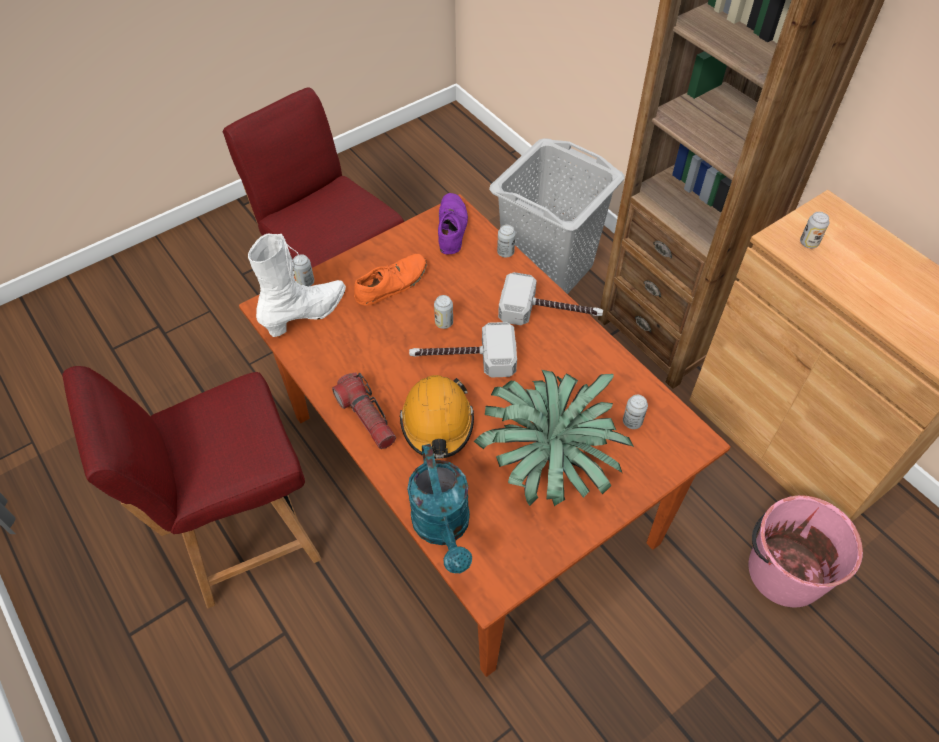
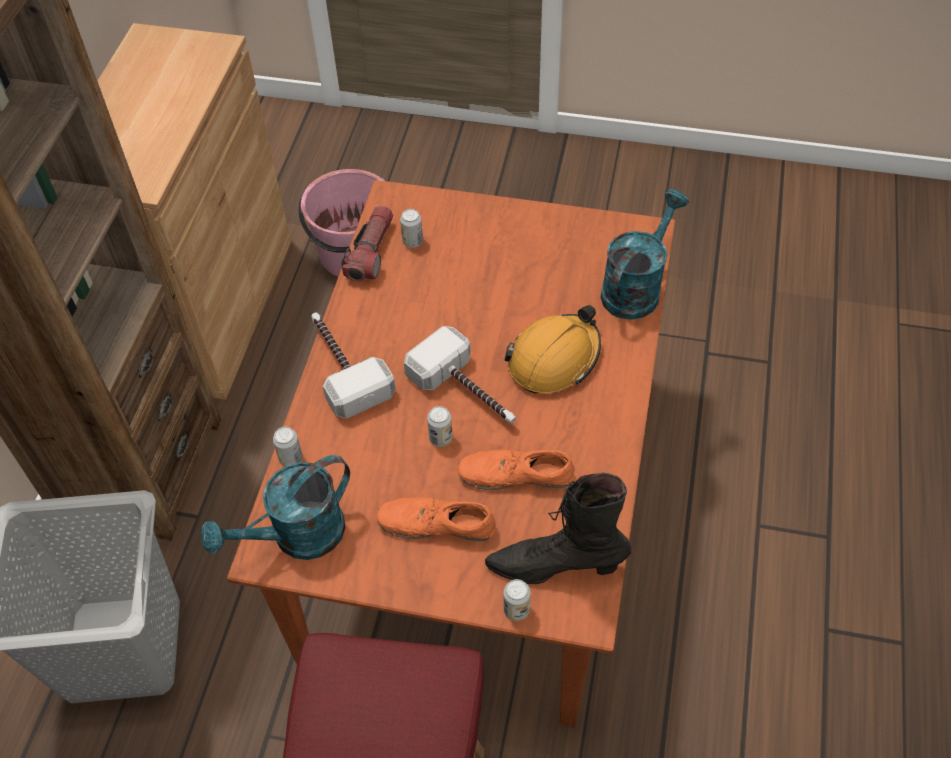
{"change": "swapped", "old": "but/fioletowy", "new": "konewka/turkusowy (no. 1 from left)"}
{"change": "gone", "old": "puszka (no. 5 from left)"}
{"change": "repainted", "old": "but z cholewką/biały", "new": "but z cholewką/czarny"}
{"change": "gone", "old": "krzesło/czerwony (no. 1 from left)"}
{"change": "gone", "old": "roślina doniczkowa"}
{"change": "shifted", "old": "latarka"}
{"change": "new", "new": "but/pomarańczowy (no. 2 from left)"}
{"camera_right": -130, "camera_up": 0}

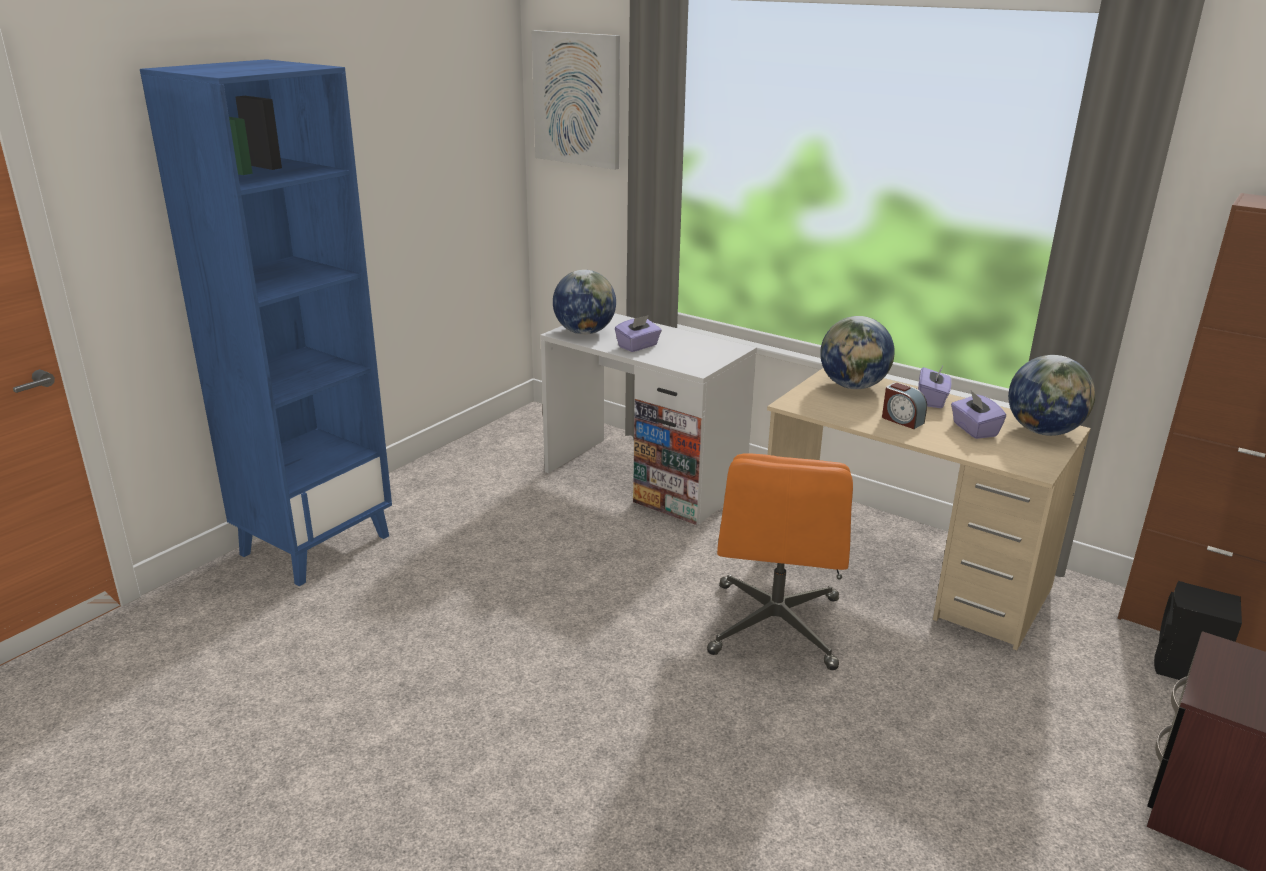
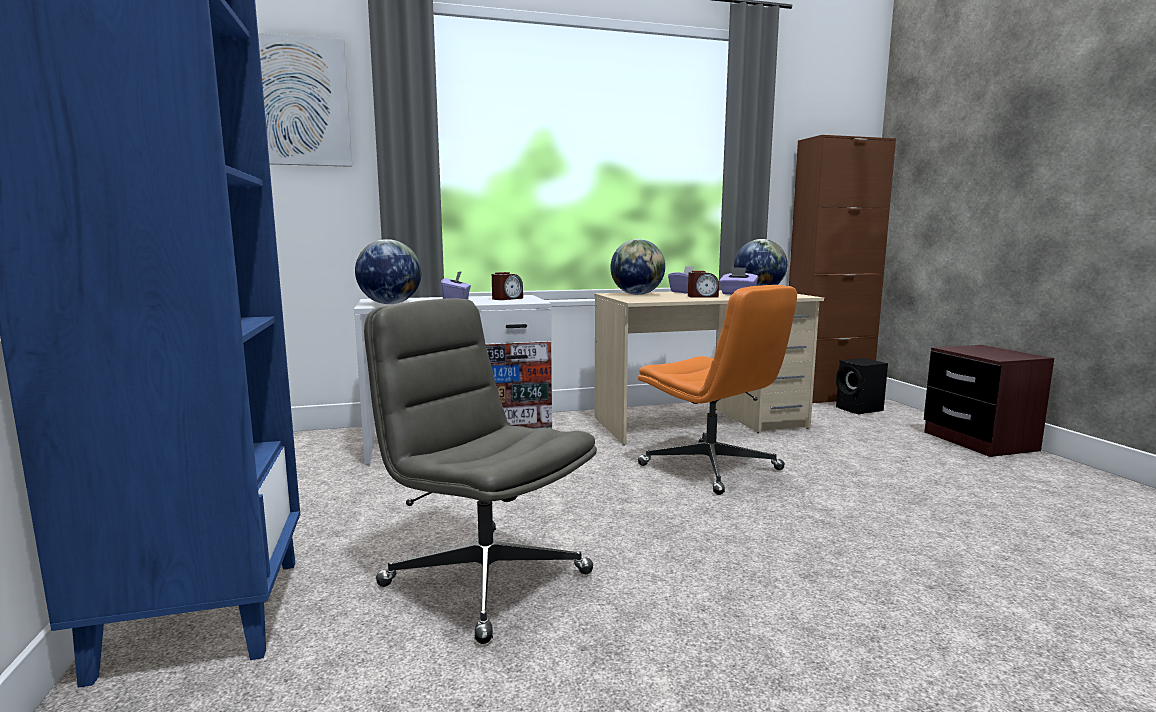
{"change": "new", "new": "budzik (no. 1 from left)"}
{"change": "new", "new": "krzesło biurowe/szary"}
{"camera_right": -50, "camera_up": -15}

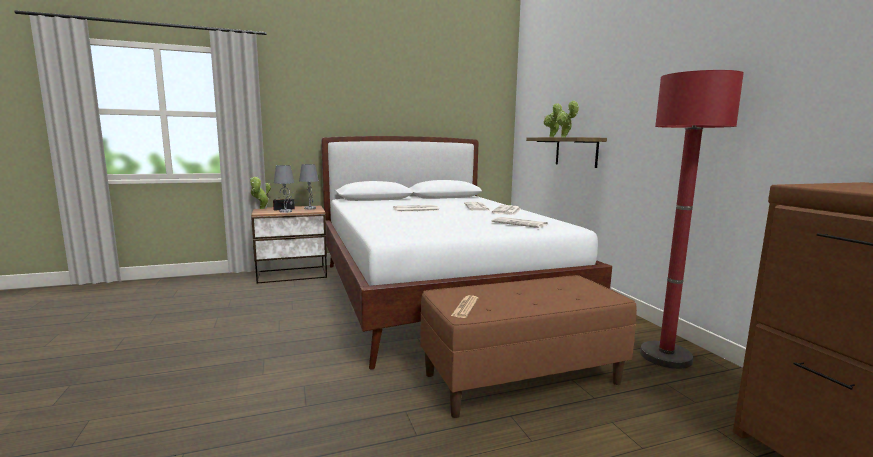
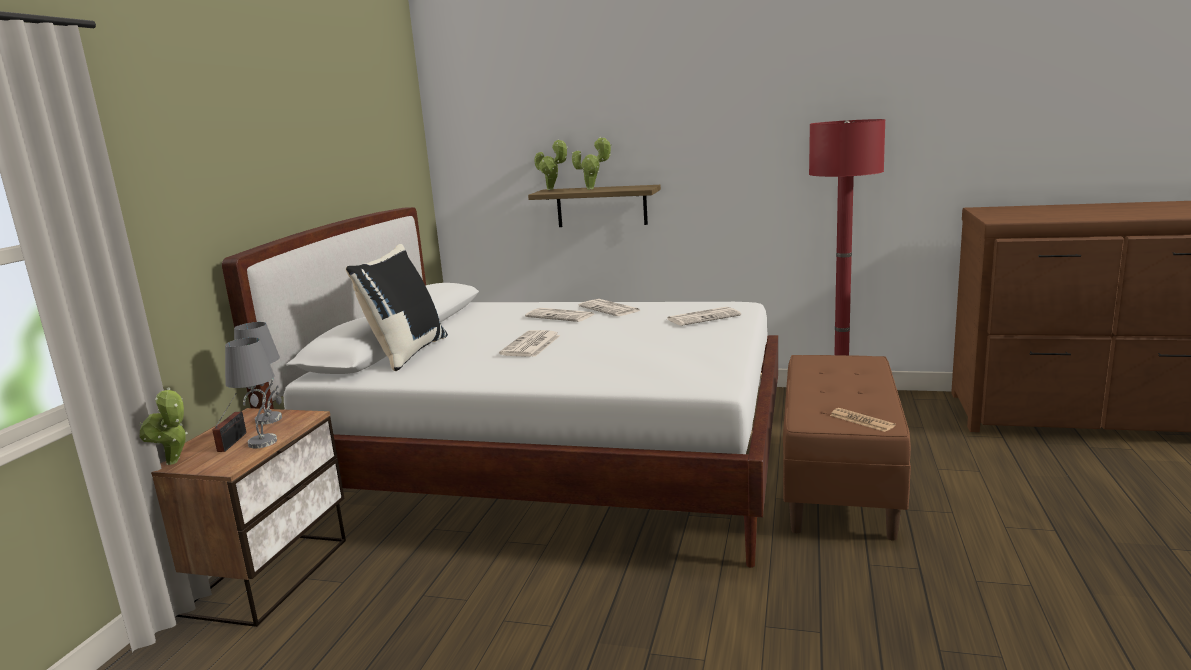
{"change": "new", "new": "poduszka/czarny"}
{"camera_right": -55, "camera_up": 5}

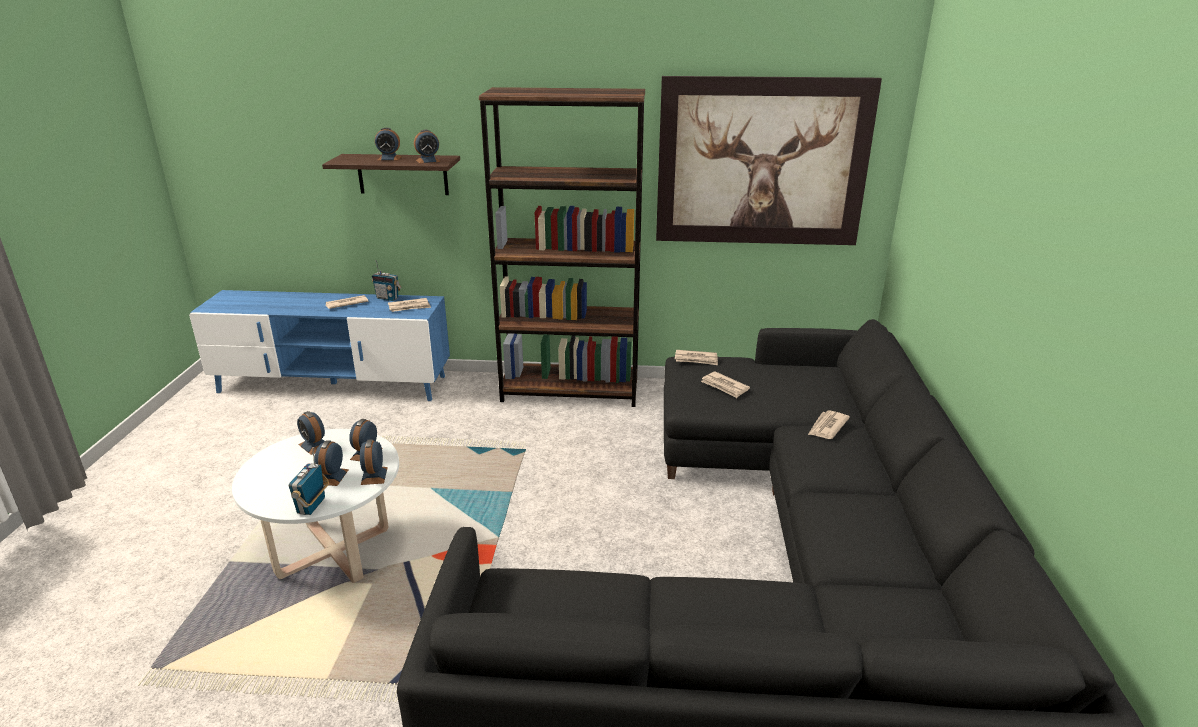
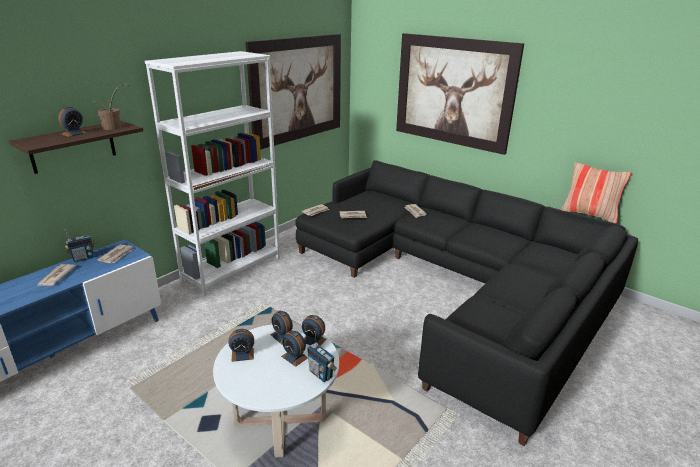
{"change": "repainted", "old": "regał/brązowy", "new": "regał/biały"}
{"change": "swapped", "old": "budzik (no. 6 from left)", "new": "roślina doniczkowa"}
{"change": "new", "new": "obraz (no. 2 from left)"}
{"change": "new", "new": "poduszka"}
{"camera_right": -55, "camera_up": 0}

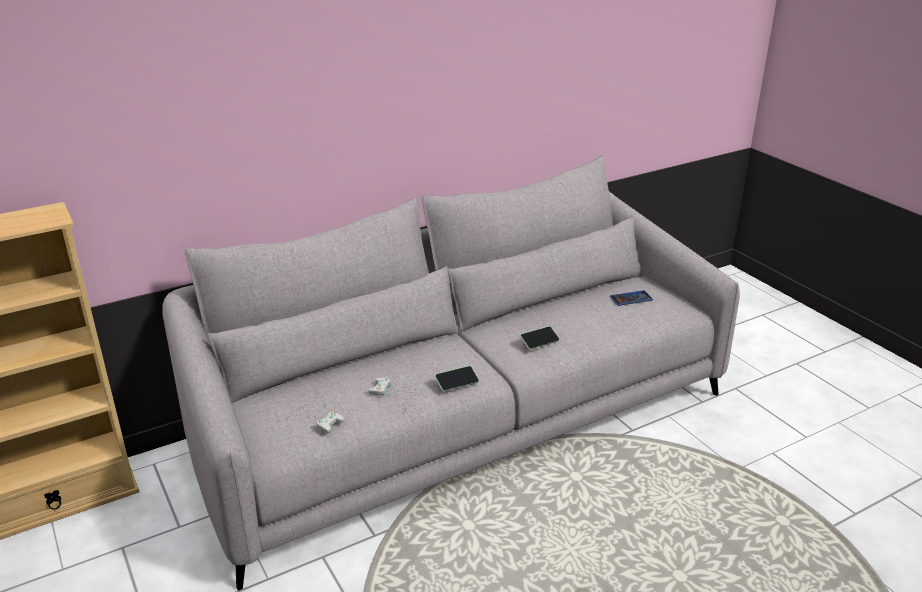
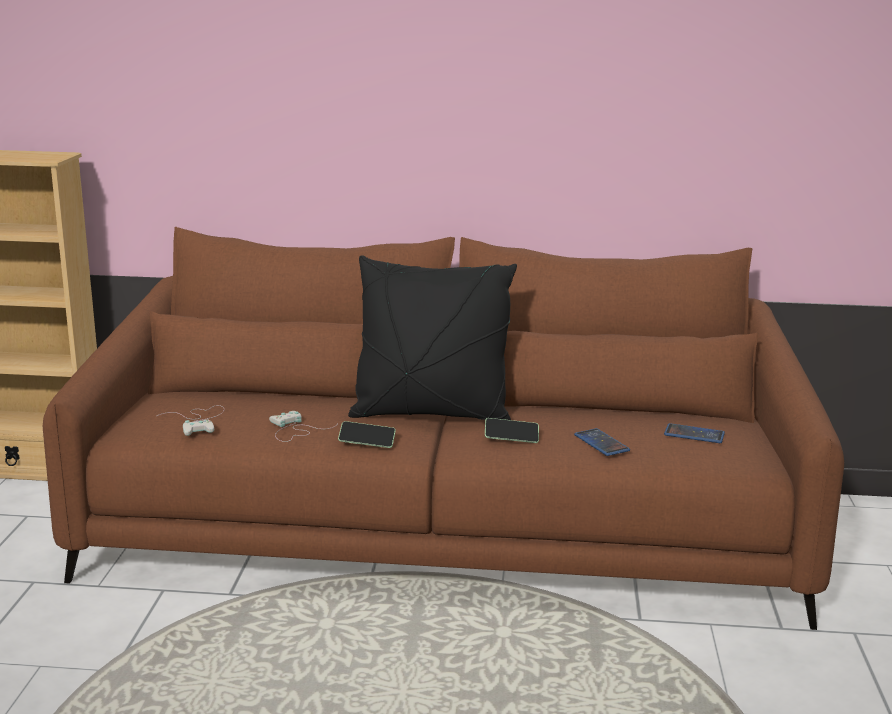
{"change": "repainted", "old": "kanapa/szary", "new": "kanapa/brązowy"}
{"change": "new", "new": "poduszka/czarny"}
{"change": "new", "new": "telefon (no. 3 from left)"}
{"camera_right": 35, "camera_up": -10}

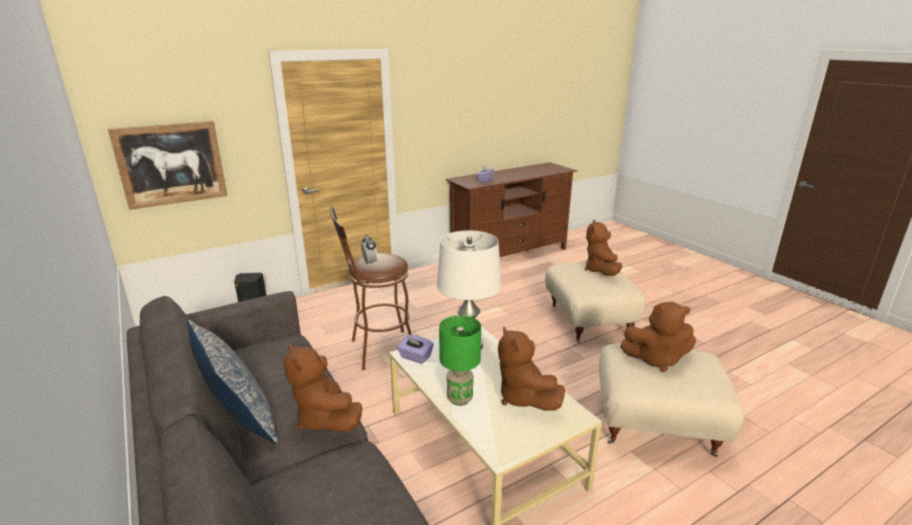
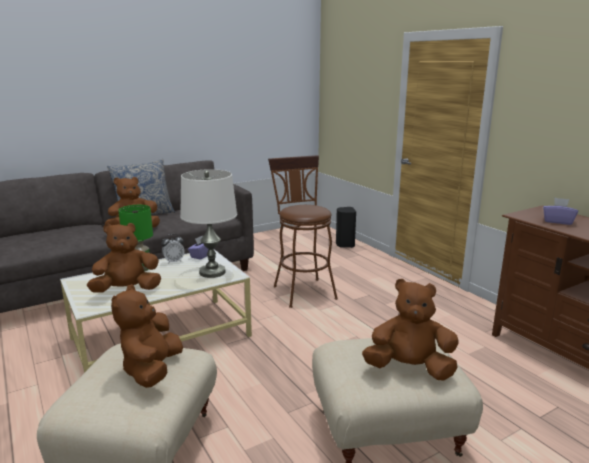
{"change": "gone", "old": "obraz"}
{"change": "shifted", "old": "budzik"}
{"camera_right": 90, "camera_up": -5}

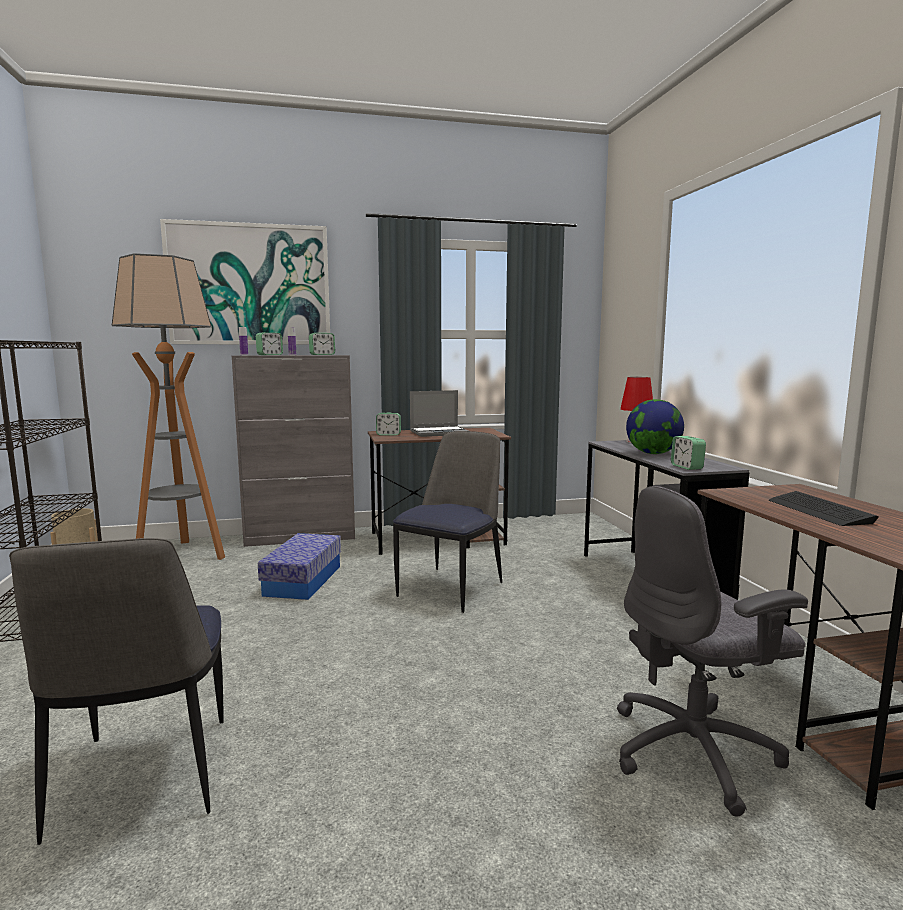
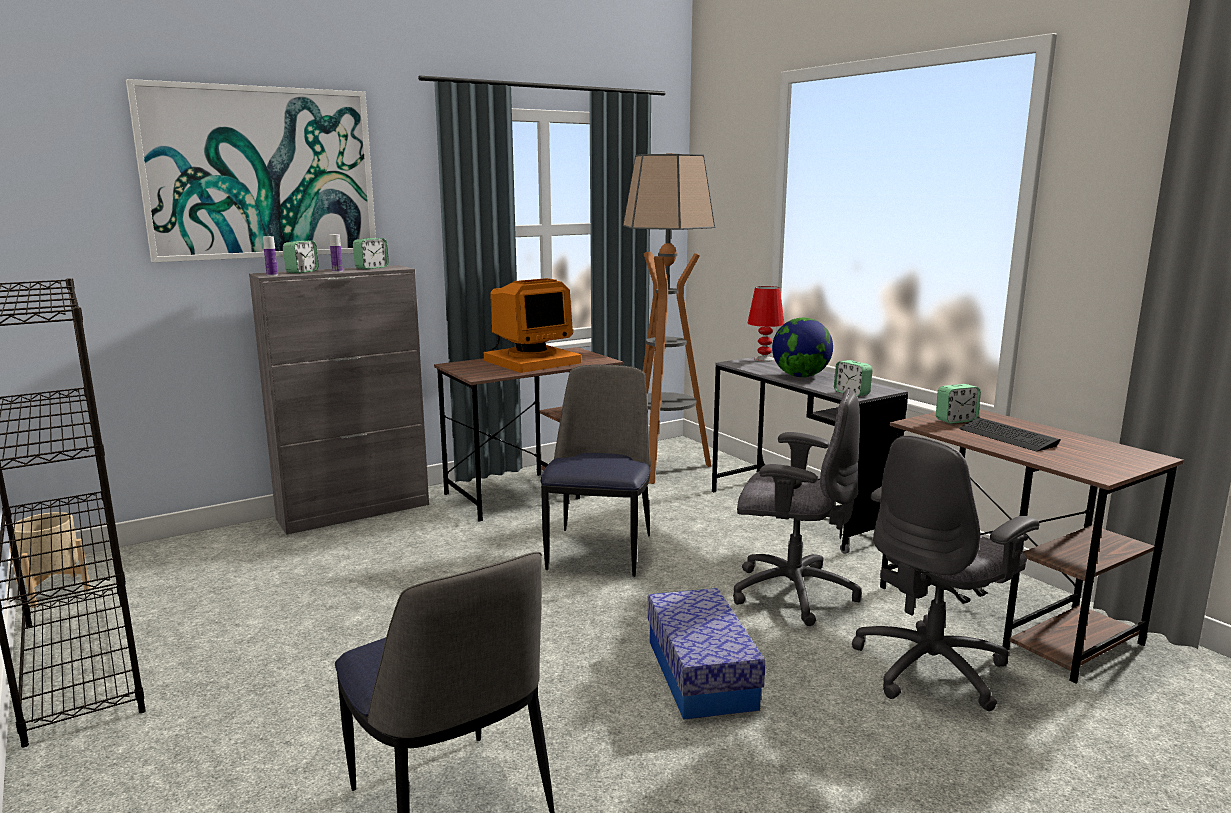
{"change": "shifted", "old": "lampa stojąca"}
{"change": "swapped", "old": "laptop", "new": "monitor"}
{"change": "shifted", "old": "budzik (no. 3 from left in the first image)", "new": "budzik (no. 4 from left)"}
{"change": "shifted", "old": "pojemnik do przechowywania"}
{"change": "new", "new": "krzesło biurowe/szary (no. 1 from left)"}
{"camera_right": -20, "camera_up": 5}

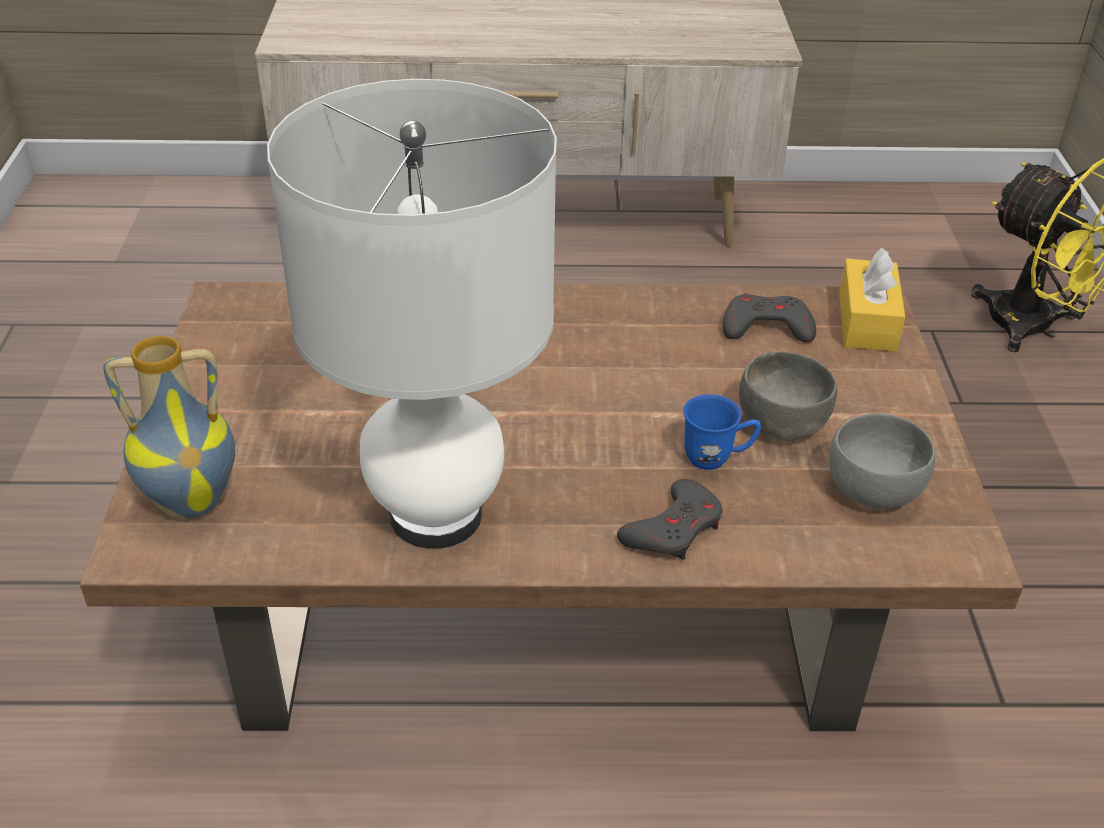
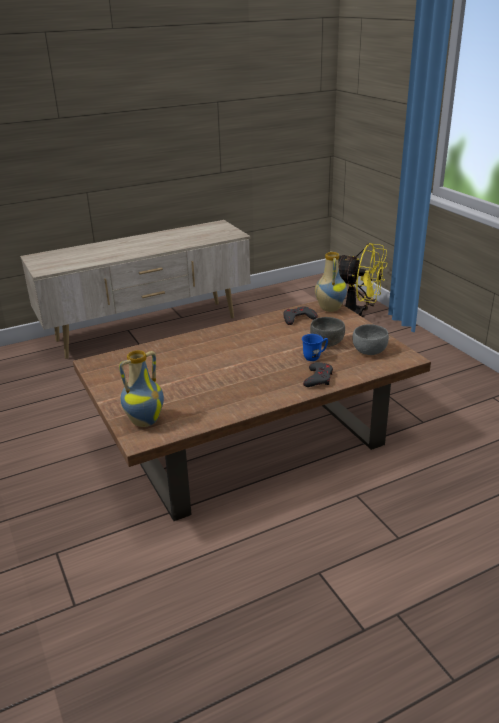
{"change": "gone", "old": "lampa stołowa/biały"}
{"change": "swapped", "old": "pudełko chusteczek/żółty", "new": "wazon (no. 2 from left)"}
{"camera_right": -25, "camera_up": -10}

